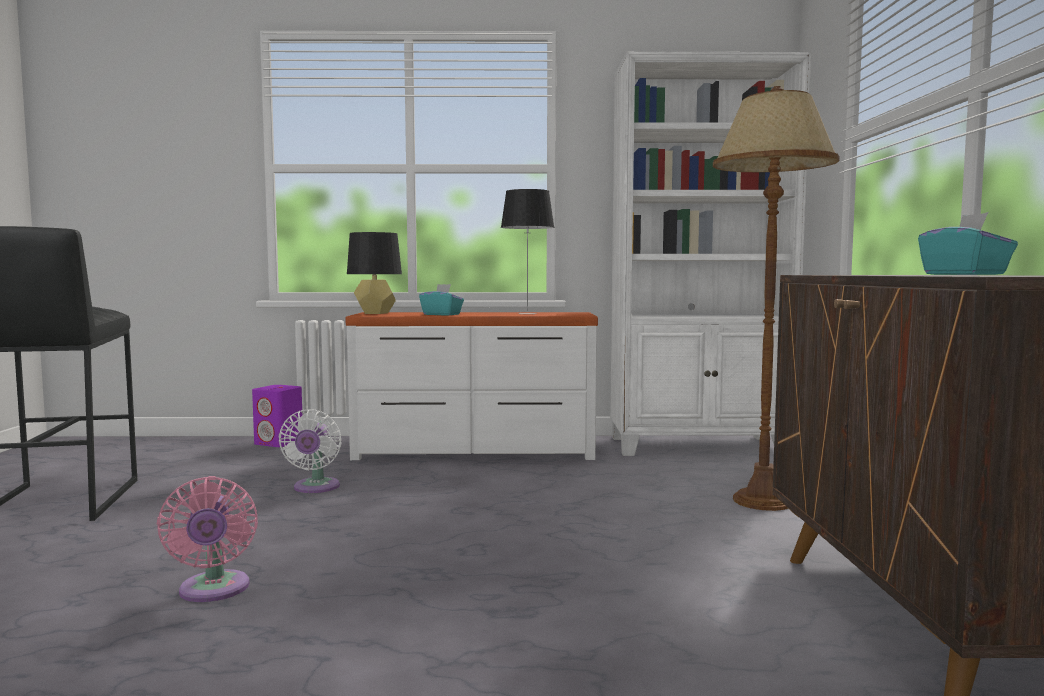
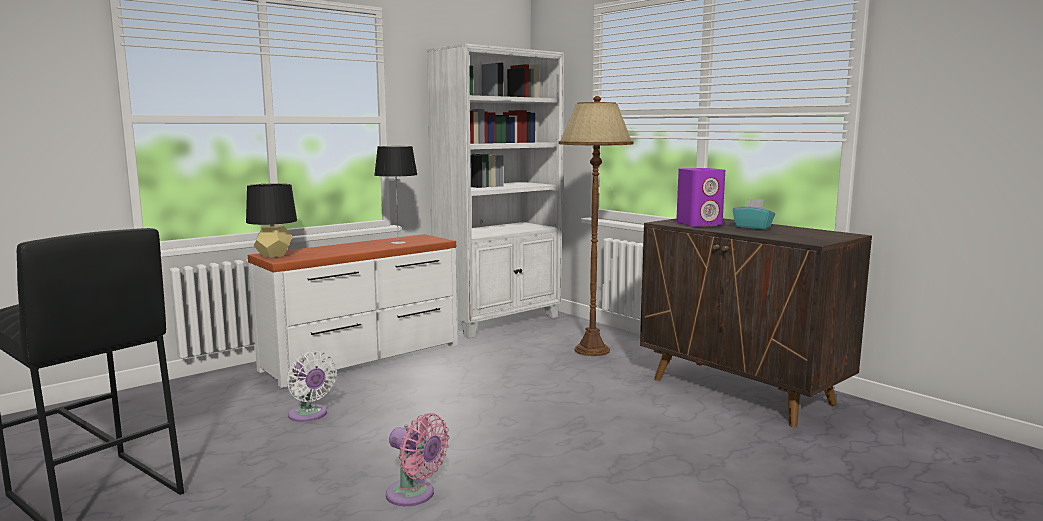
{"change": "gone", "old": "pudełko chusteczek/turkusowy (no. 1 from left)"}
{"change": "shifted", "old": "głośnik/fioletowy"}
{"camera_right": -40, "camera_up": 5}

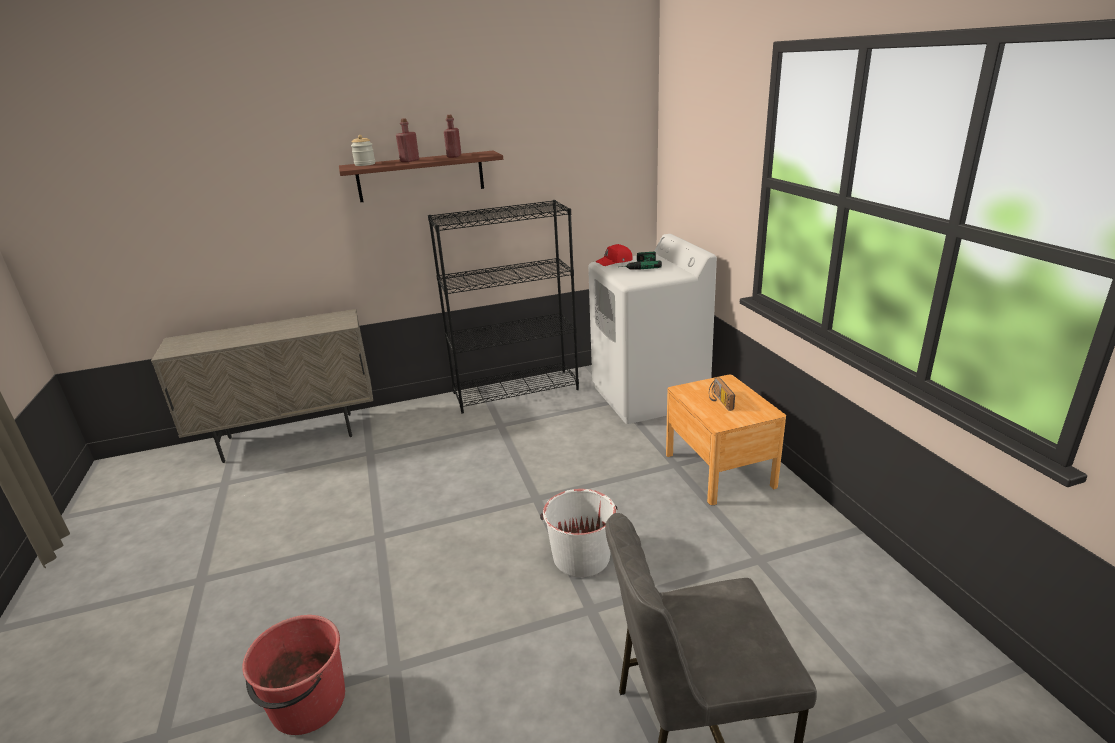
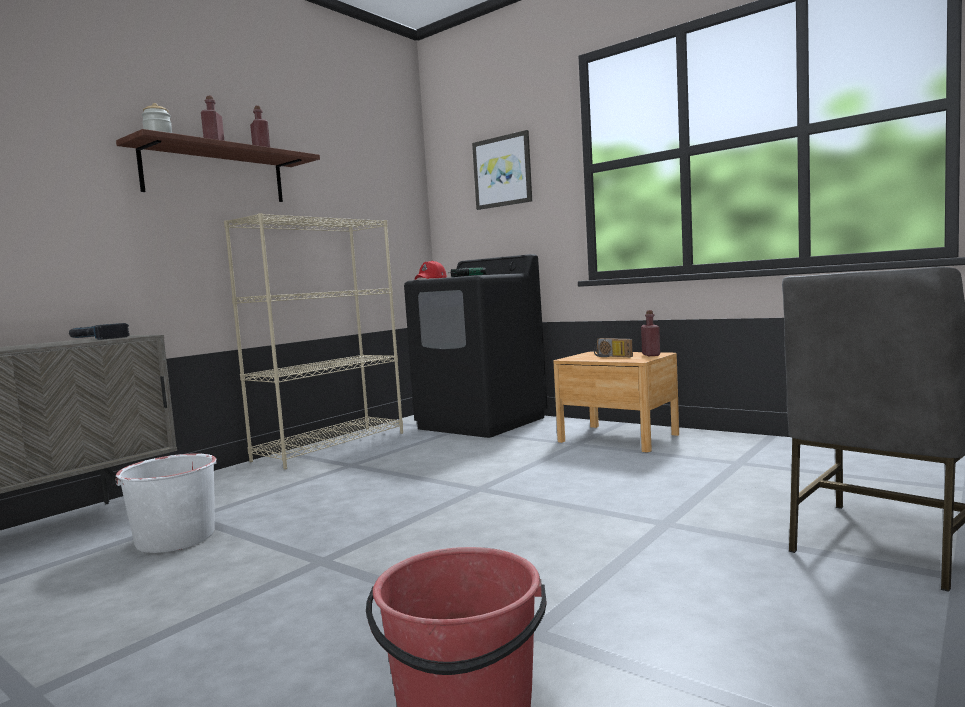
{"change": "repainted", "old": "regał/czarny", "new": "regał/beżowy"}
{"change": "repainted", "old": "pralka/biały", "new": "pralka/czarny"}
{"change": "shifted", "old": "wiadro/biały"}
{"change": "new", "new": "obraz"}
{"change": "new", "new": "butelka/czerwony (no. 3 from left)"}
{"change": "new", "new": "wiertarka (no. 1 from left)"}
{"camera_right": -35, "camera_up": -20}

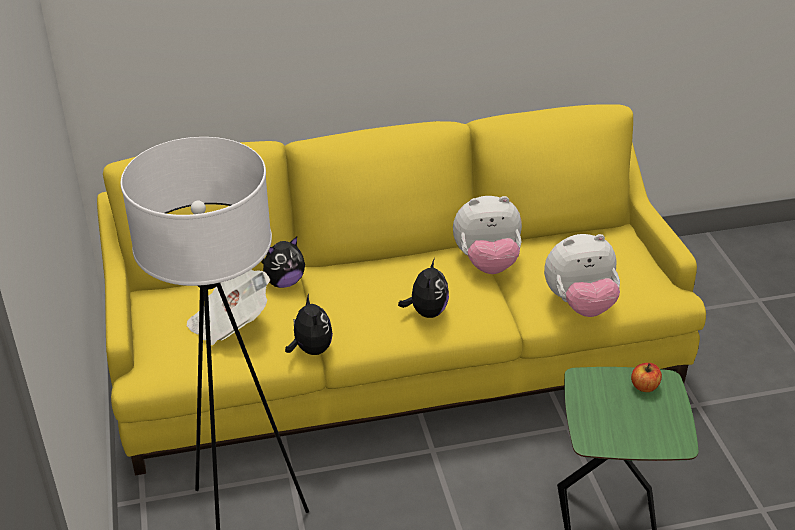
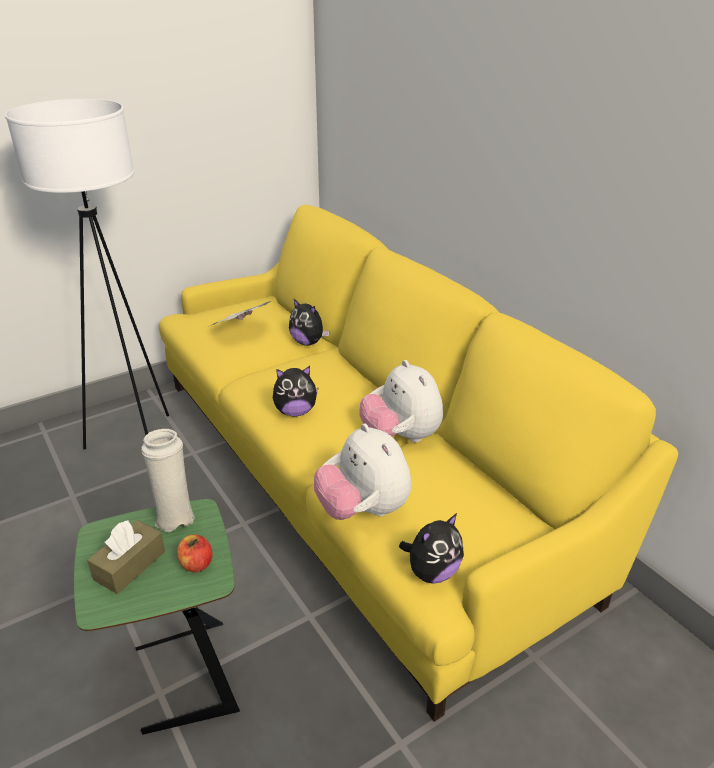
{"change": "shifted", "old": "pluszak (no. 2 from left in the first image)", "new": "pluszak (no. 5 from left)"}
{"change": "new", "new": "wazon/biały"}
{"change": "new", "new": "pudełko chusteczek/brązowy"}
{"camera_right": 70, "camera_up": -5}

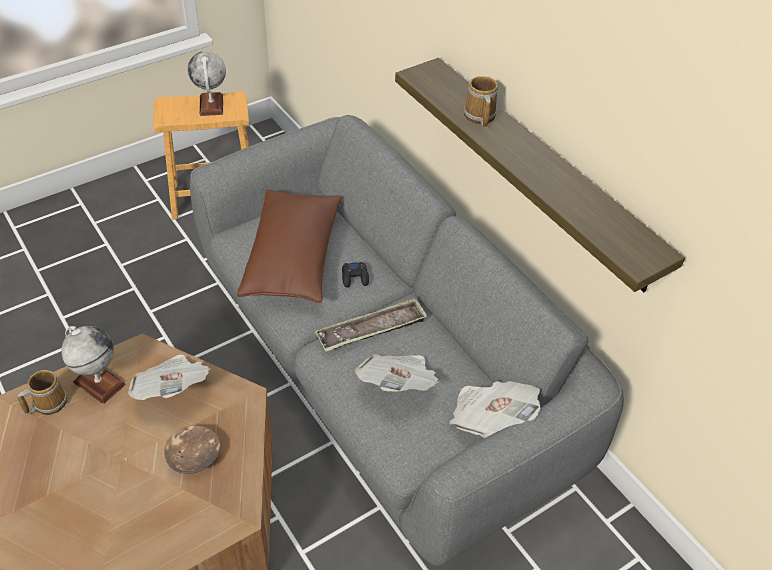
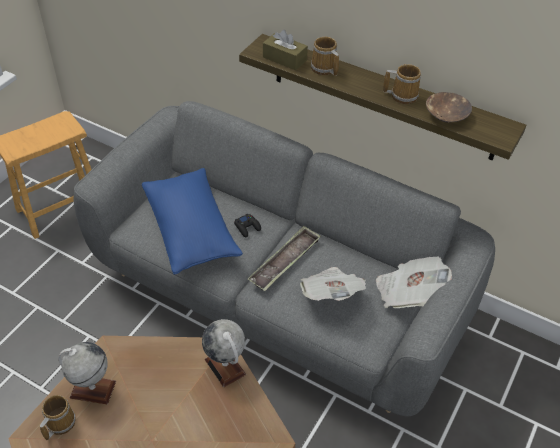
{"change": "shifted", "old": "globus (no. 2 from left)"}
{"change": "repainted", "old": "poduszka/brązowy", "new": "poduszka/niebieski"}
{"change": "gone", "old": "gazeta (no. 1 from left)"}
{"change": "shifted", "old": "miska/brązowy"}
{"change": "new", "new": "pudełko chusteczek/brązowy"}
{"change": "new", "new": "kubek (no. 3 from left)"}
{"camera_right": -25, "camera_up": 0}

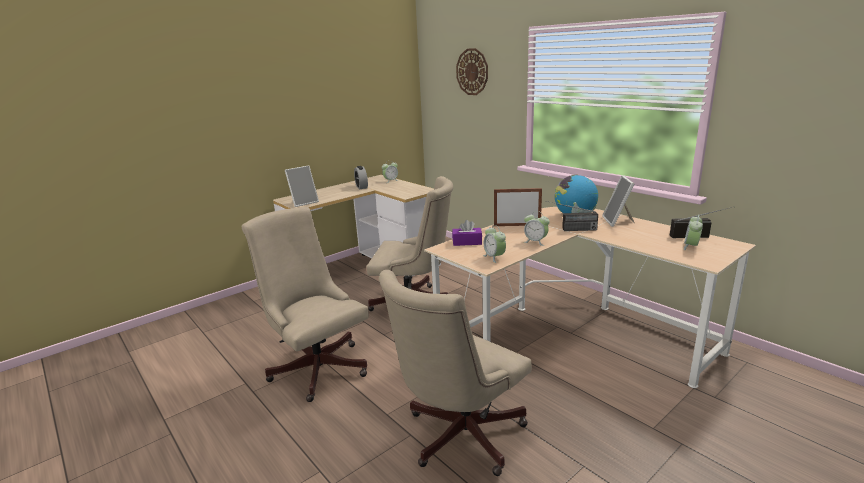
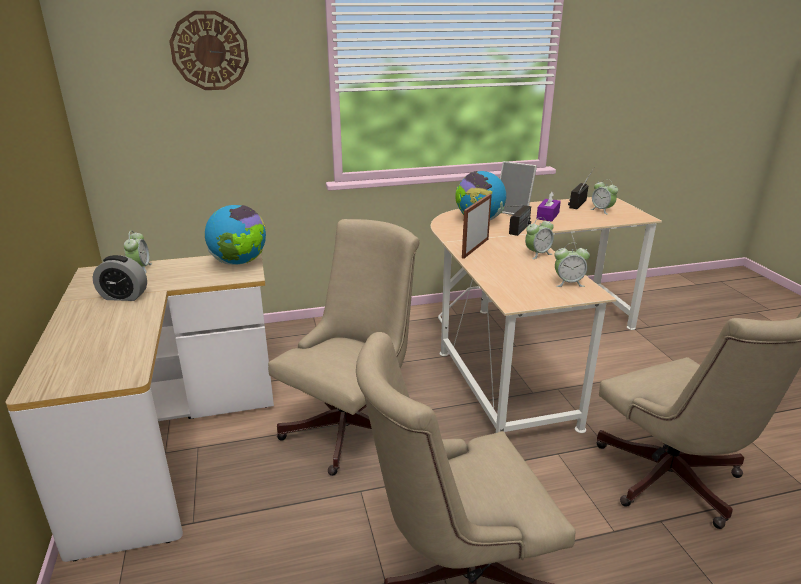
{"change": "gone", "old": "ramka na zdjęcie (no. 1 from left)"}
{"change": "shifted", "old": "pudełko chusteczek/fioletowy"}
{"change": "new", "new": "globus (no. 1 from left)"}
{"camera_right": -65, "camera_up": 5}

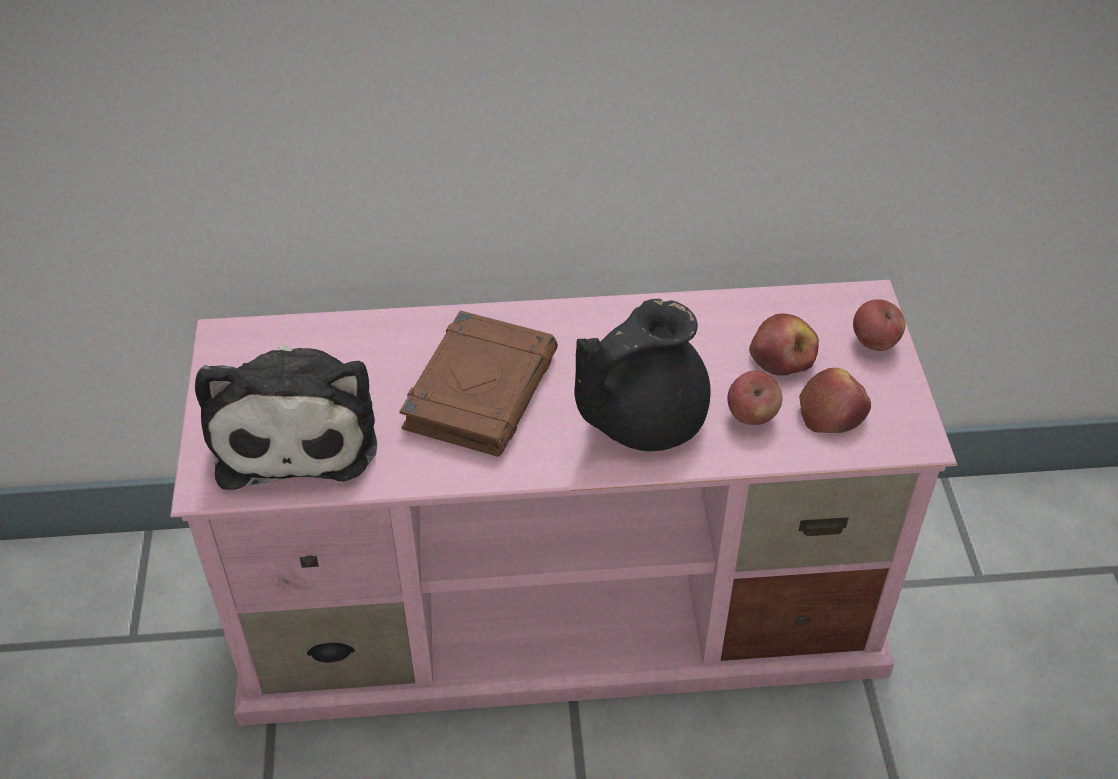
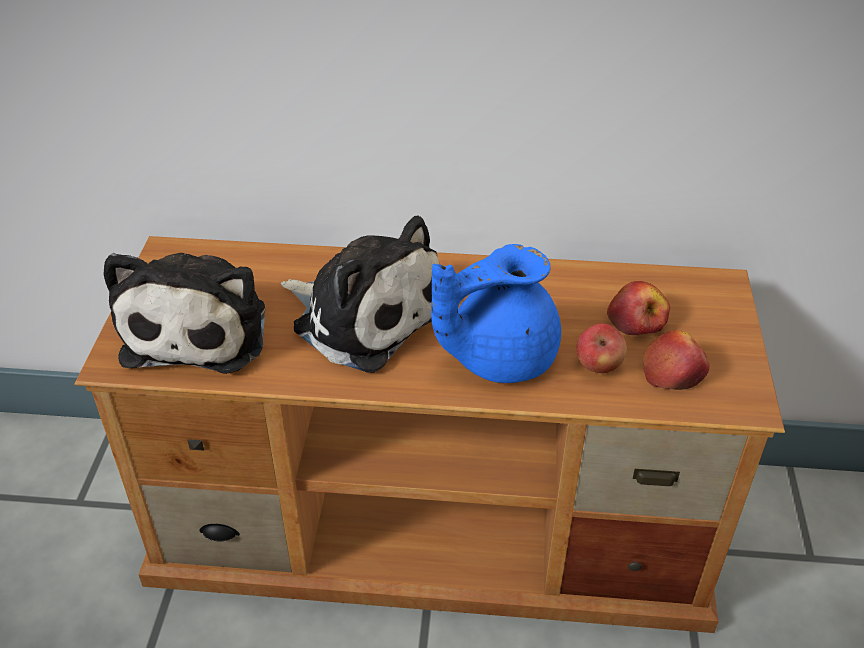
{"change": "repainted", "old": "szafka pod telewizor/różowy", "new": "szafka pod telewizor/brązowy"}
{"change": "repainted", "old": "imbryk/czarny", "new": "imbryk/niebieski"}
{"change": "gone", "old": "jabłko (no. 4 from left)"}
{"change": "swapped", "old": "książka/brązowy", "new": "pluszak (no. 2 from left)"}
{"camera_right": 10, "camera_up": -5}

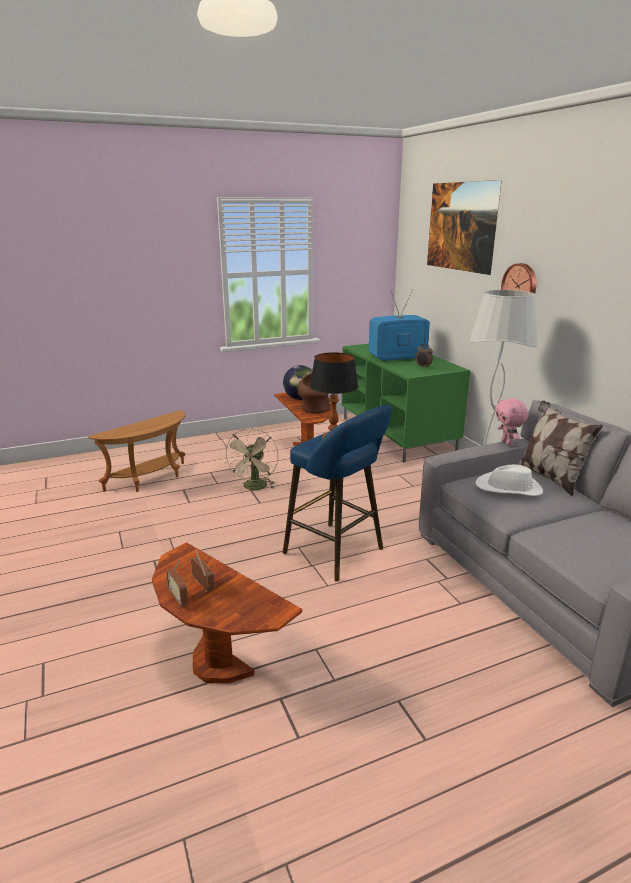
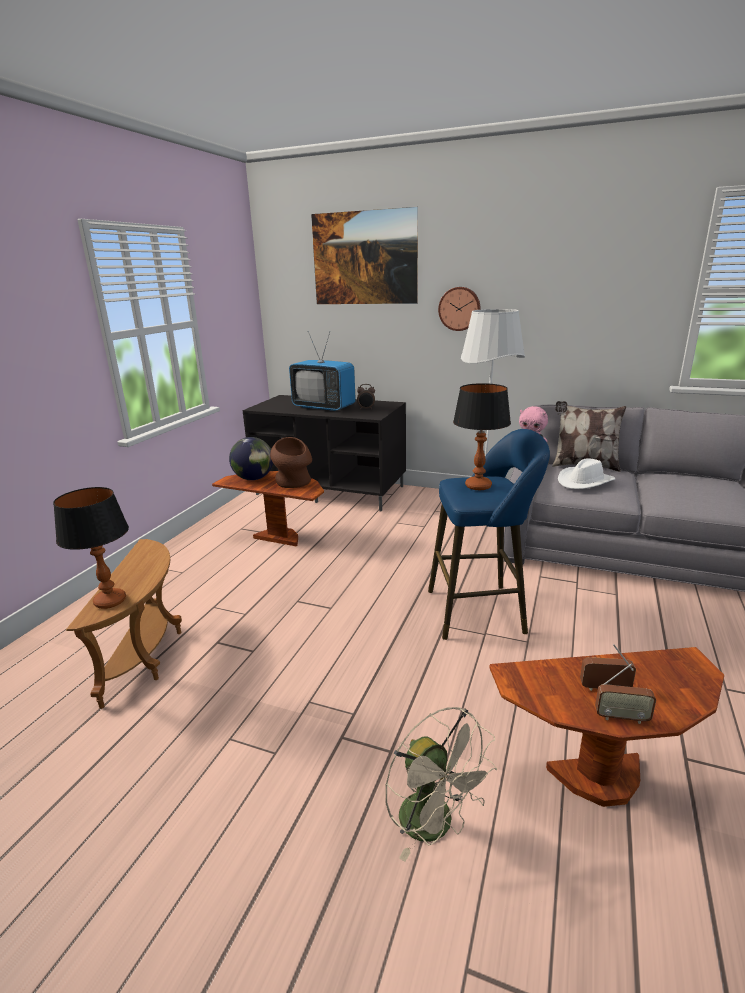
{"change": "rotated", "old": "telewizor", "degrees": -90}
{"change": "repainted", "old": "szafka pod telewizor/zielony", "new": "szafka pod telewizor/czarny"}
{"change": "shifted", "old": "wentylator/beżowy"}
{"change": "new", "new": "lampa stołowa (no. 1 from left)"}
{"camera_right": -45, "camera_up": 0}

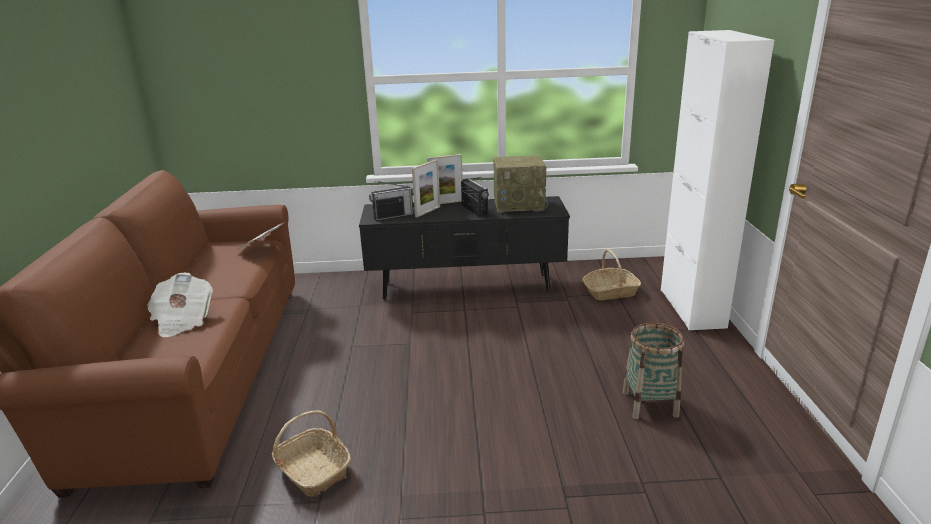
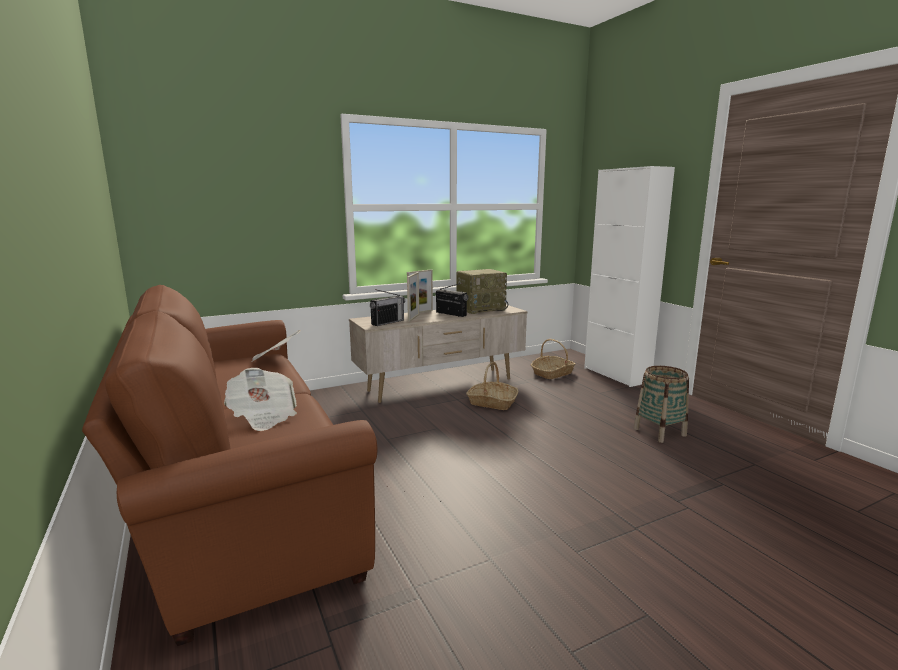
{"change": "repainted", "old": "szafka pod telewizor/czarny", "new": "szafka pod telewizor/beżowy"}
{"change": "shifted", "old": "koszyk (no. 1 from left)"}
{"camera_right": -25, "camera_up": -10}

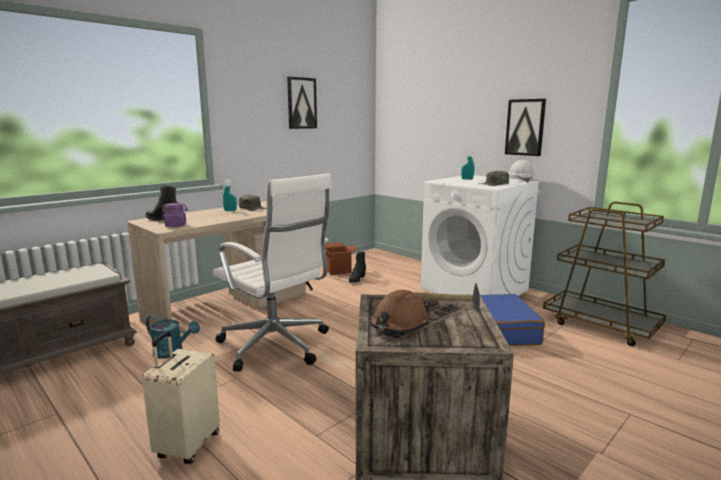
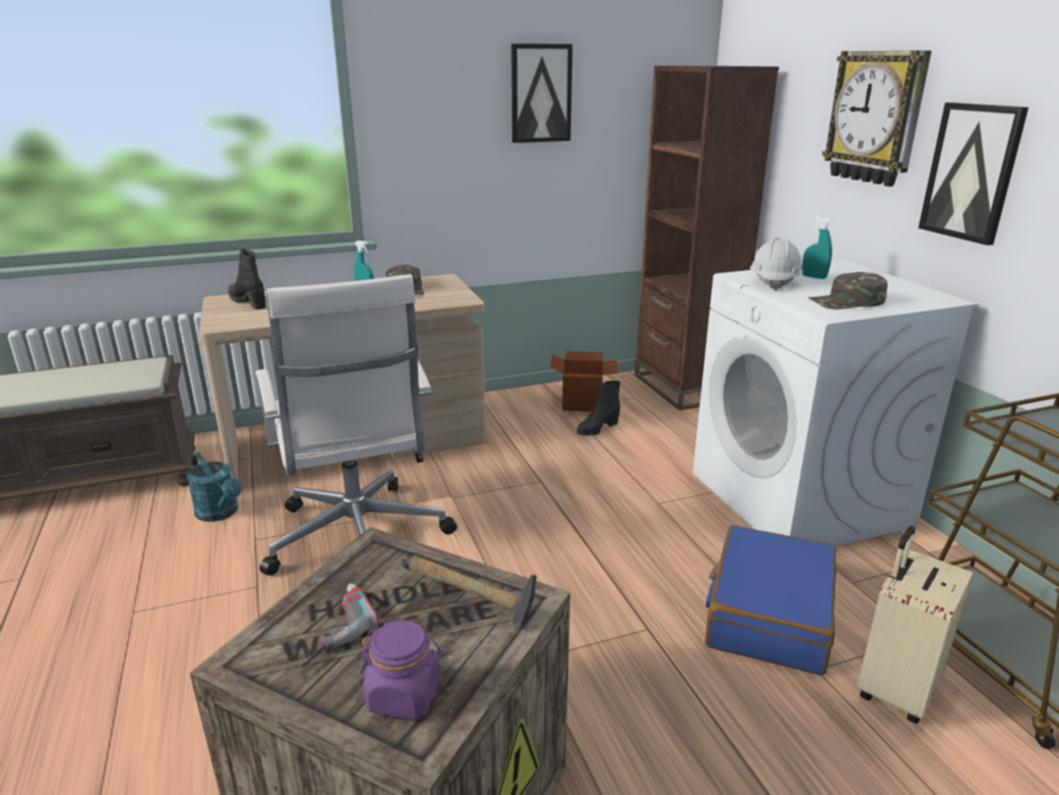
{"change": "shifted", "old": "kask/biały"}
{"change": "shifted", "old": "słoik/fioletowy"}
{"change": "swapped", "old": "kask/brązowy", "new": "wiertarka"}
{"change": "shifted", "old": "walizka/beżowy"}
{"change": "new", "new": "zegar ścienny"}
{"change": "new", "new": "regał/brązowy"}
{"camera_right": 25, "camera_up": 10}

